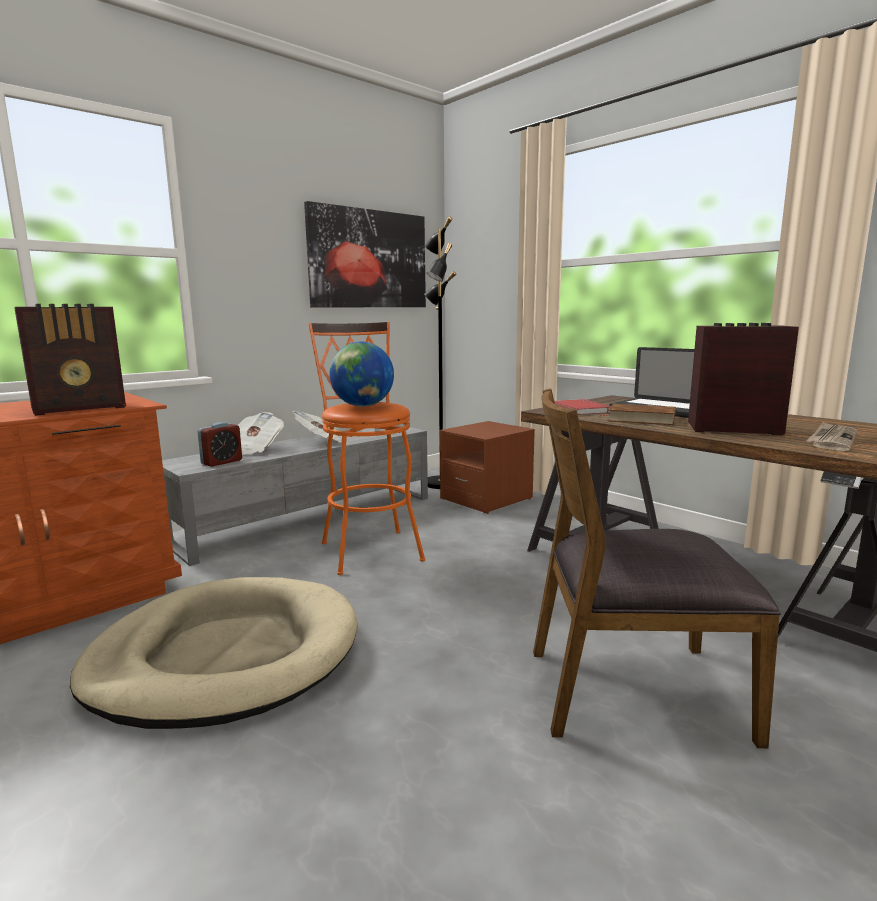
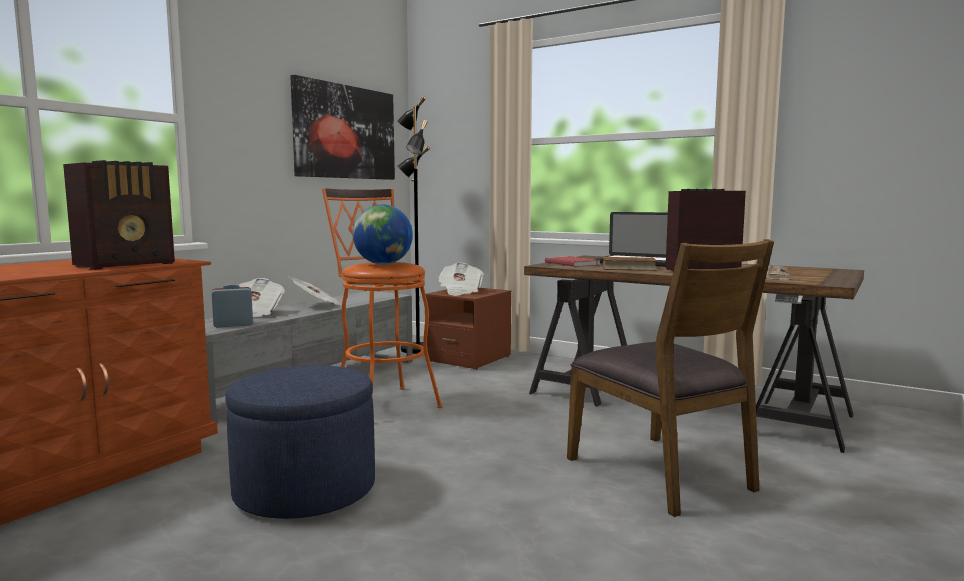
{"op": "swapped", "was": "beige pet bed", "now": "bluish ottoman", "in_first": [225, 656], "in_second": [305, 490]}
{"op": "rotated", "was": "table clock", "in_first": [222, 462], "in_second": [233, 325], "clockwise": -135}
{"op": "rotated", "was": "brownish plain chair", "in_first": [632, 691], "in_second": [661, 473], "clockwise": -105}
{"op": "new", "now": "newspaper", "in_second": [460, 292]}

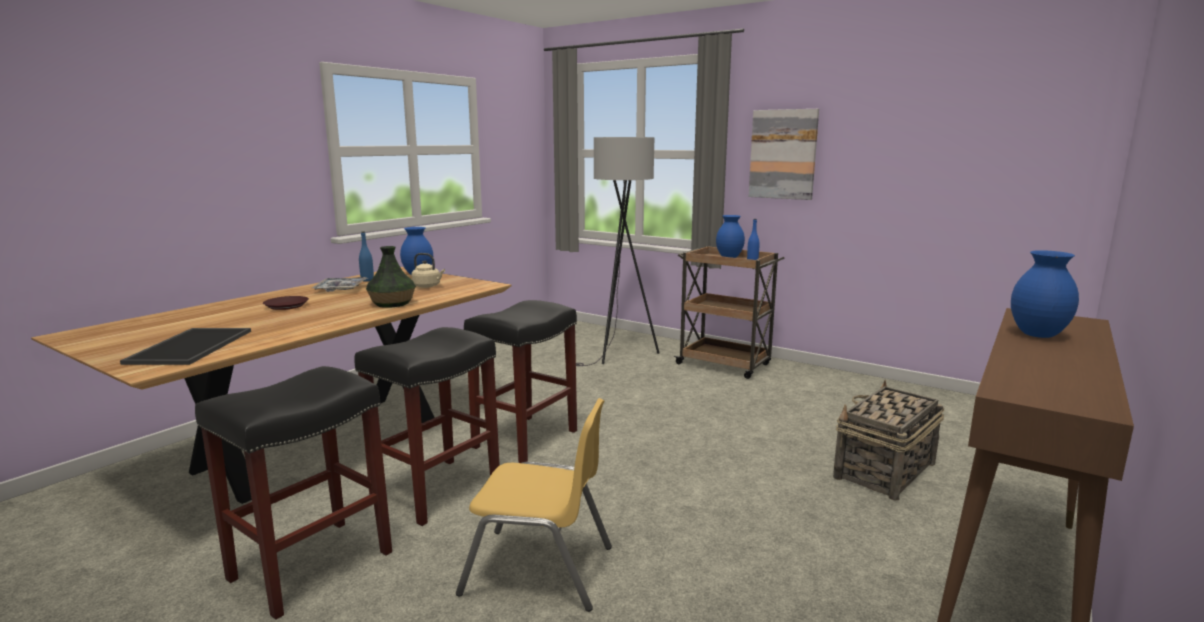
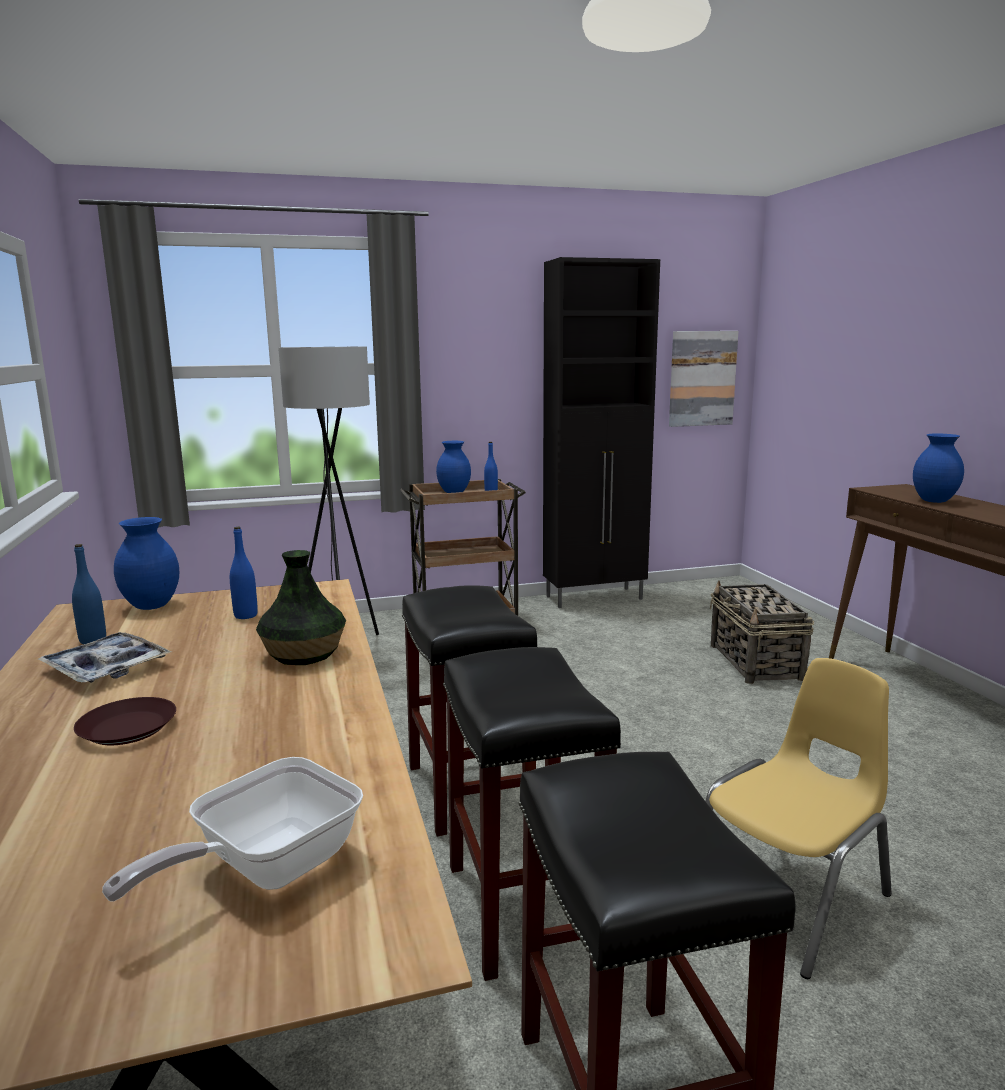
{"op": "swapped", "was": "serving tray", "now": "pan", "in_first": [190, 346], "in_second": [266, 869]}
{"op": "swapped", "was": "beige water kettle", "now": "bluish drink bottle", "in_first": [428, 286], "in_second": [245, 615]}
{"op": "shifted", "was": "picture", "in_first": [783, 154], "in_second": [702, 378]}
{"op": "new", "now": "blackish cupboard", "in_second": [595, 598]}

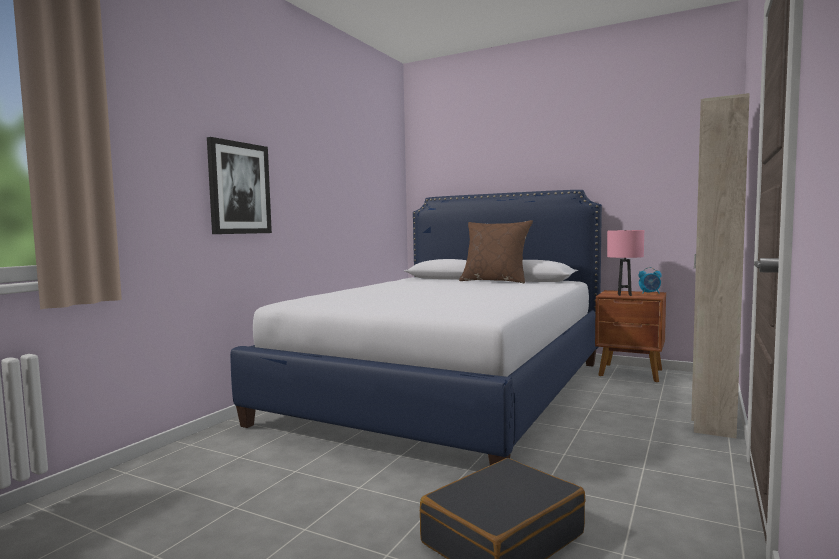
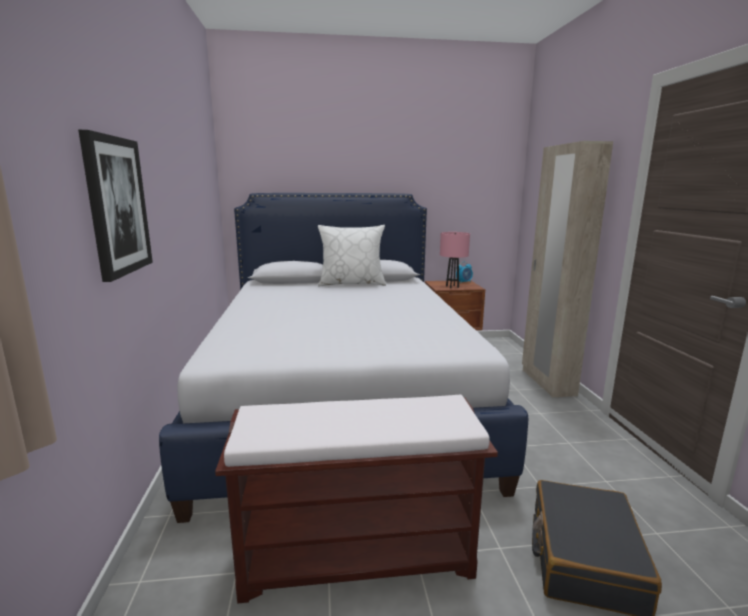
{"op": "repainted", "was": "brownish throw pillow", "now": "white-coloured throw pillow", "in_first": [495, 281], "in_second": [352, 283]}
{"op": "new", "now": "brownish bench", "in_second": [359, 554]}

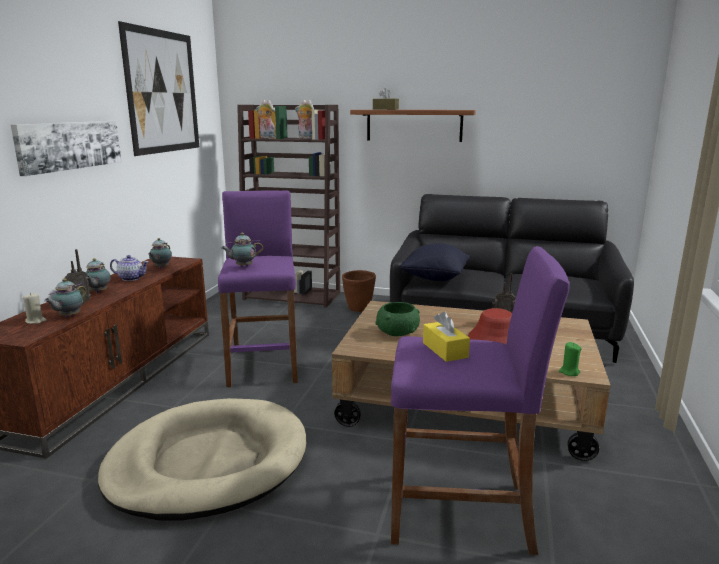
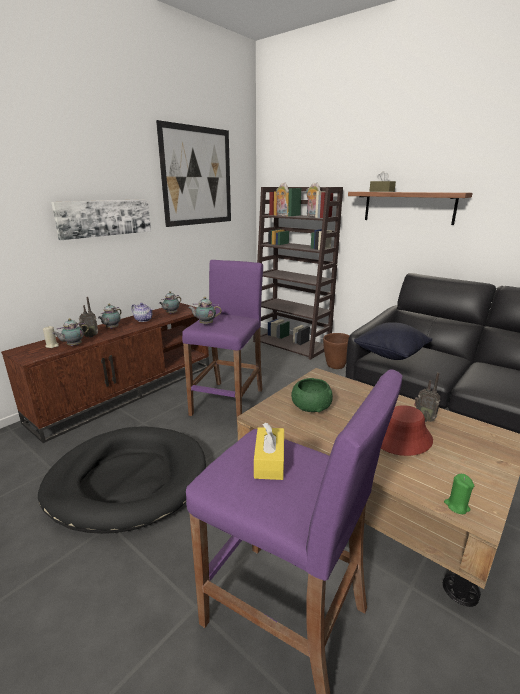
{"op": "repainted", "was": "beige pet bed", "now": "blackish pet bed", "in_first": [208, 463], "in_second": [128, 480]}

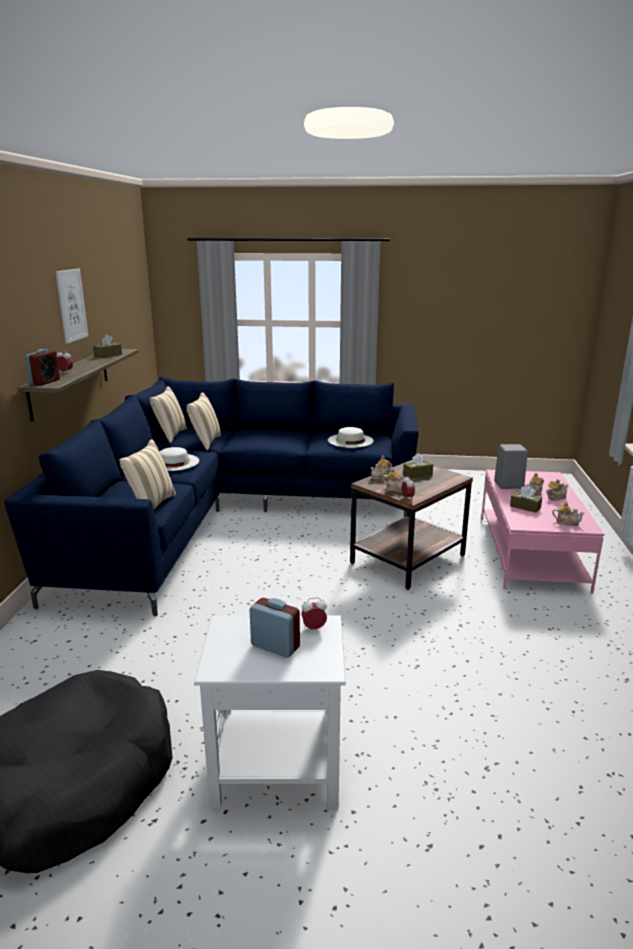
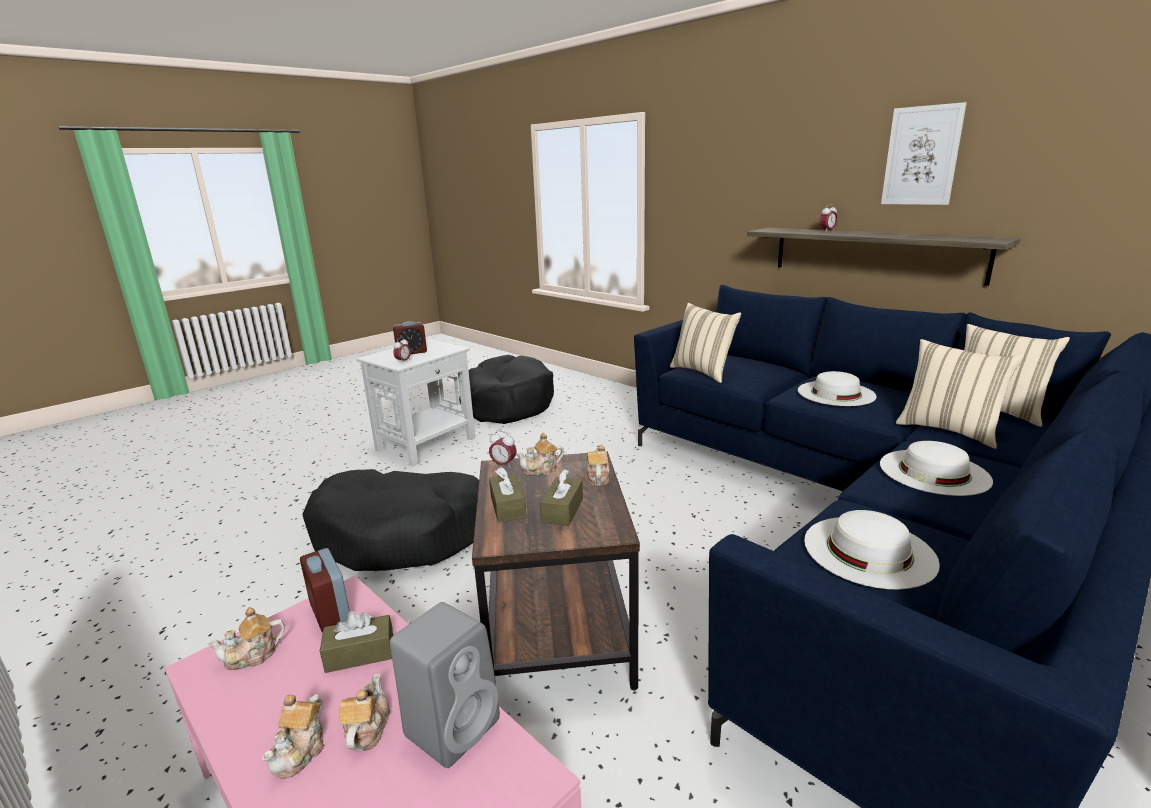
{"op": "shifted", "was": "table clock", "in_first": [45, 382], "in_second": [330, 613]}
{"op": "shifted", "was": "brownish box of tissues", "in_first": [108, 355], "in_second": [508, 507]}
{"op": "new", "now": "blackish pet bed", "in_second": [402, 534]}
{"op": "new", "now": "white-coloured hat", "in_second": [934, 472]}

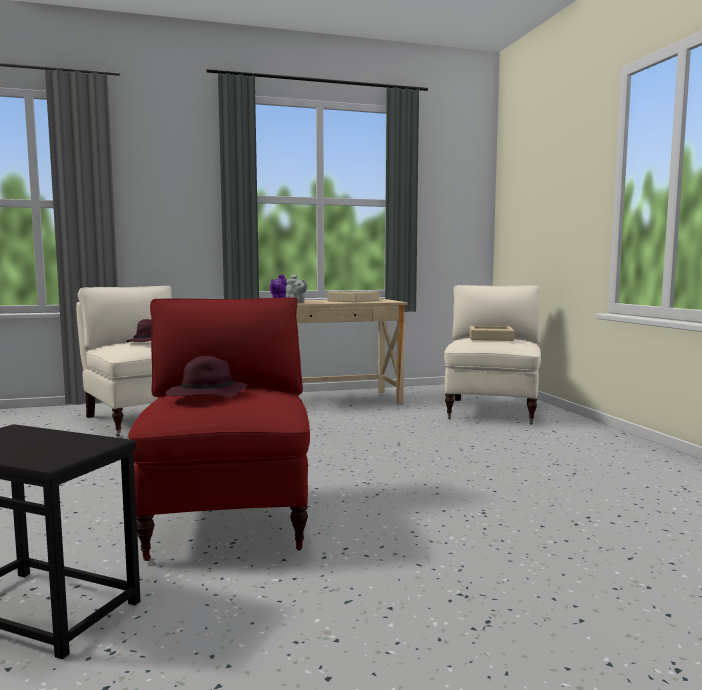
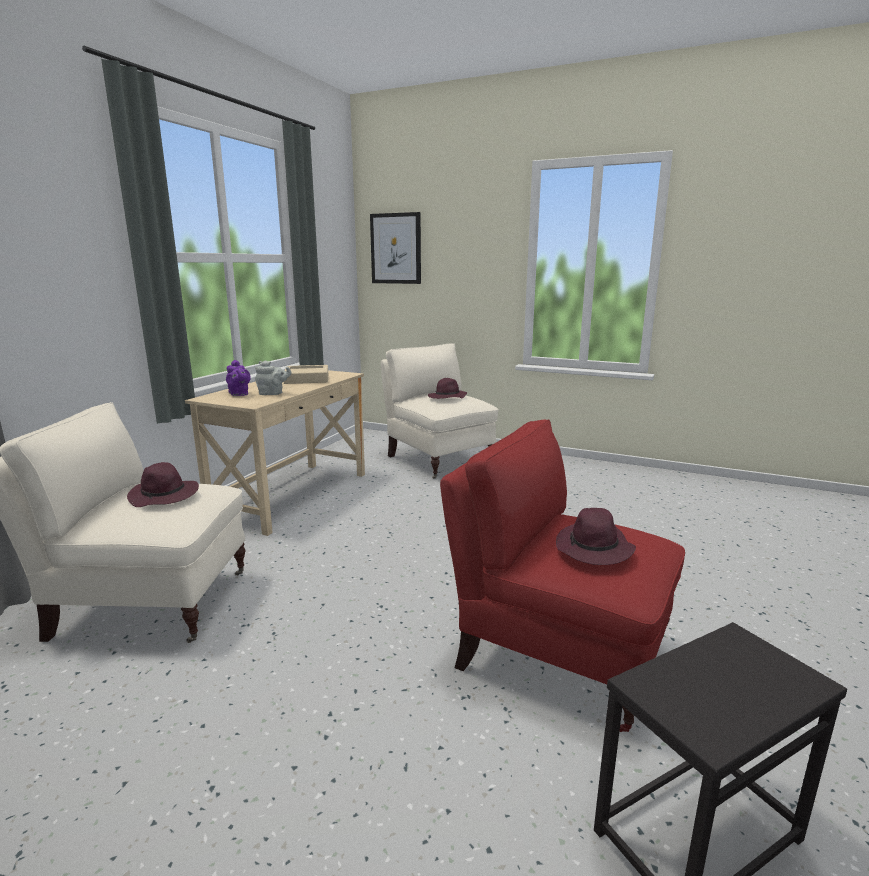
{"op": "swapped", "was": "beige serving tray", "now": "purple-coloured hat", "in_first": [490, 338], "in_second": [447, 397]}
{"op": "new", "now": "picture", "in_second": [396, 248]}

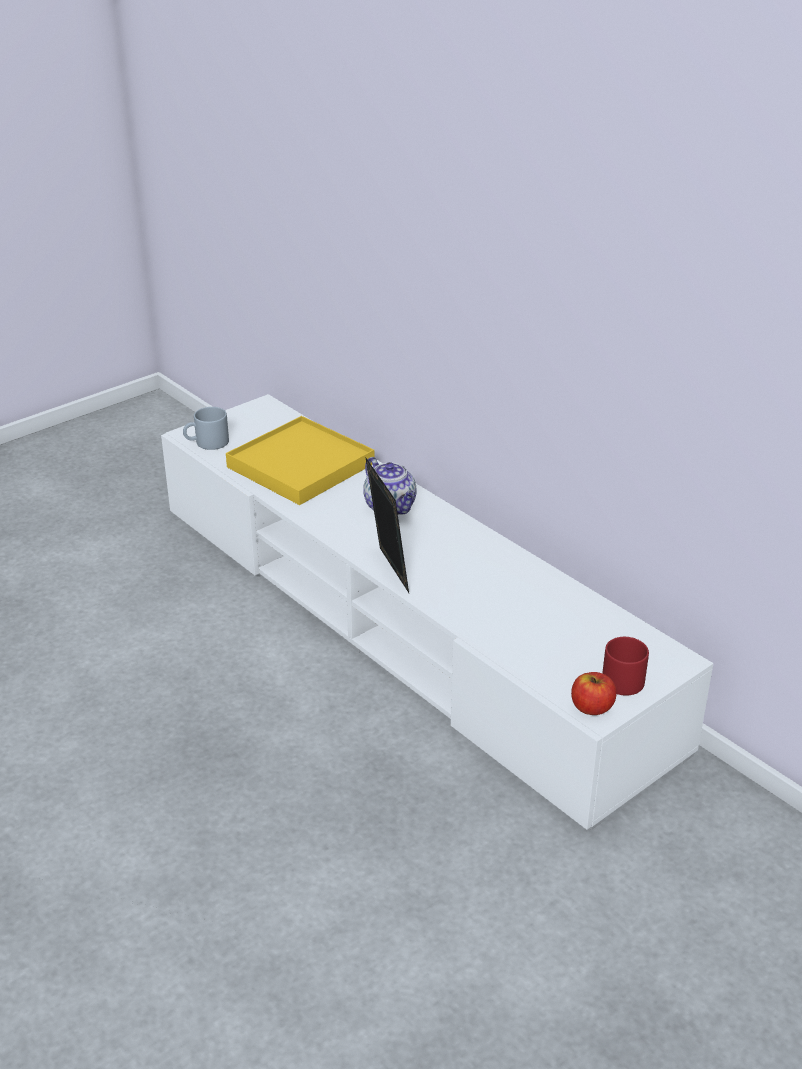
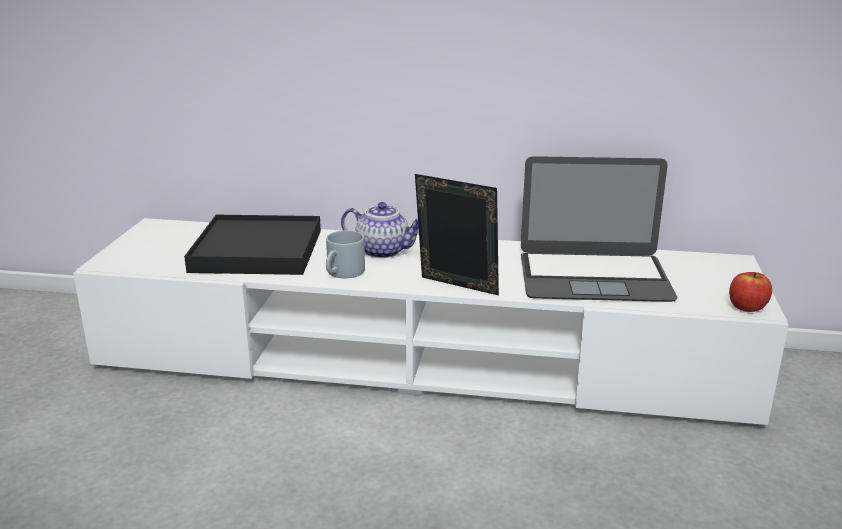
{"op": "shifted", "was": "grey mug", "in_first": [207, 443], "in_second": [343, 273]}
{"op": "repainted", "was": "yellowish serving tray", "now": "blackish serving tray", "in_first": [301, 465], "in_second": [258, 250]}
{"op": "gone", "was": "red mug", "in_first": [624, 676]}
{"op": "new", "now": "portable computer", "in_second": [594, 277]}

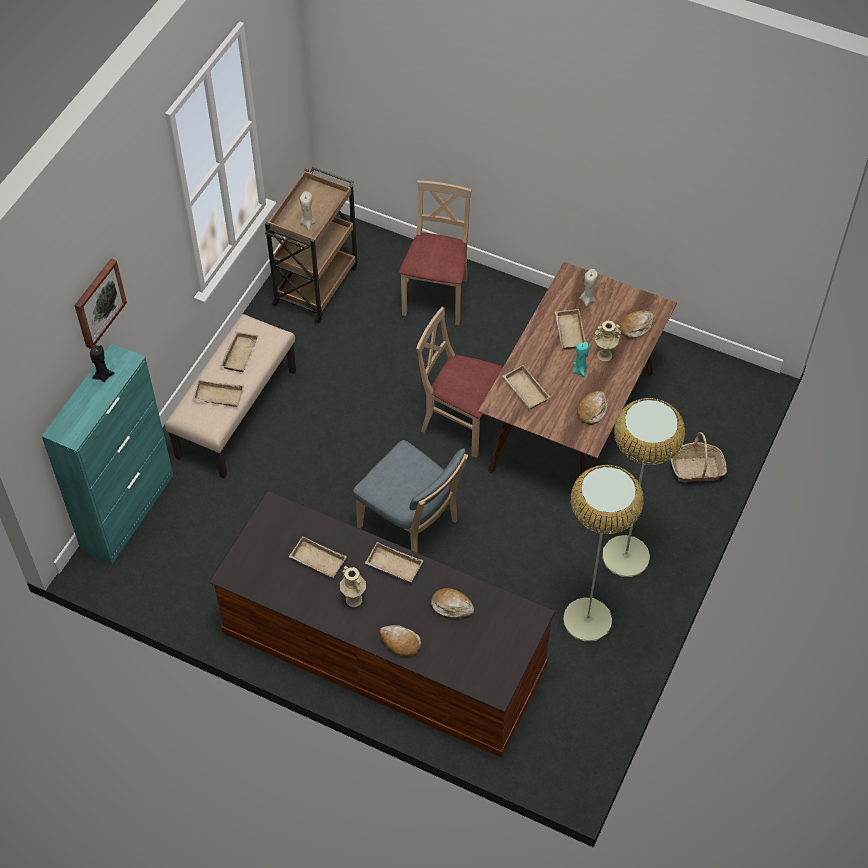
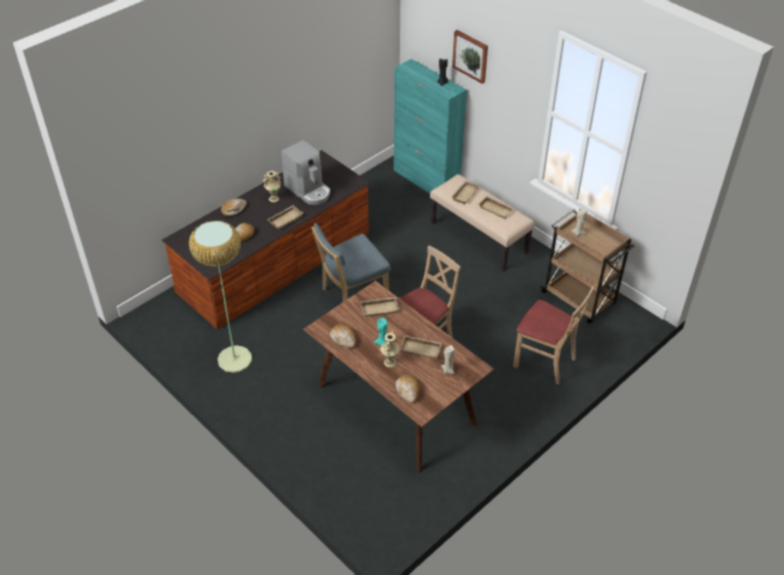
{"op": "swapped", "was": "beige serving tray", "now": "coffee machine", "in_first": [316, 561], "in_second": [308, 190]}
{"op": "gone", "was": "standard lamp", "in_first": [625, 556]}
{"op": "gone", "was": "household basket", "in_first": [697, 469]}

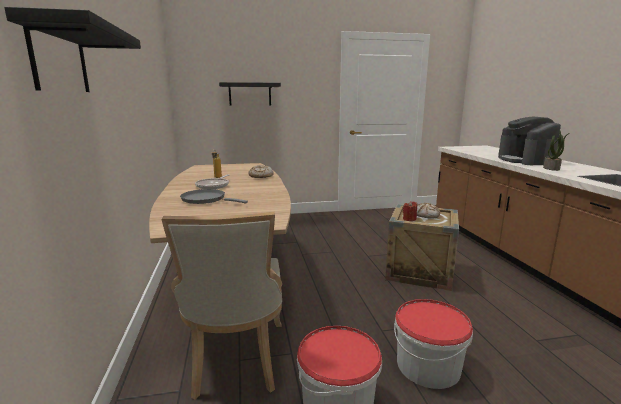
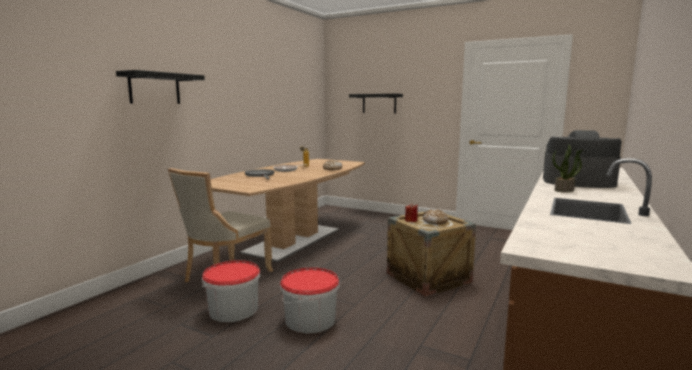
{"op": "rotated", "was": "coffee machine", "in_first": [525, 160], "in_second": [577, 182], "clockwise": 75}

